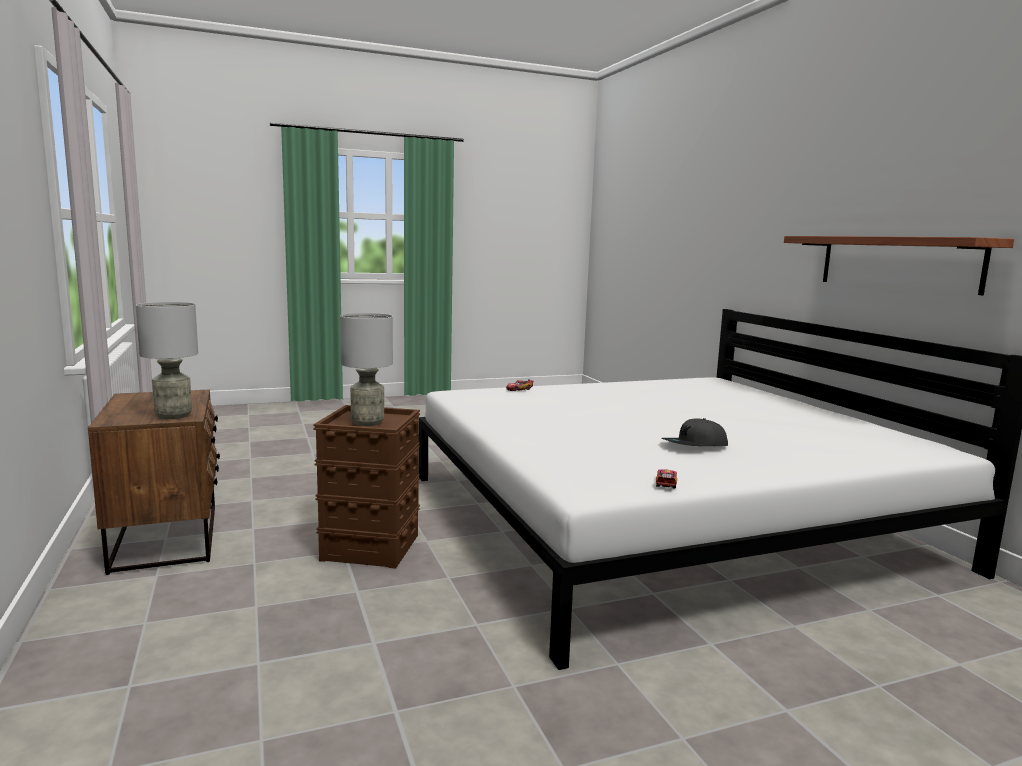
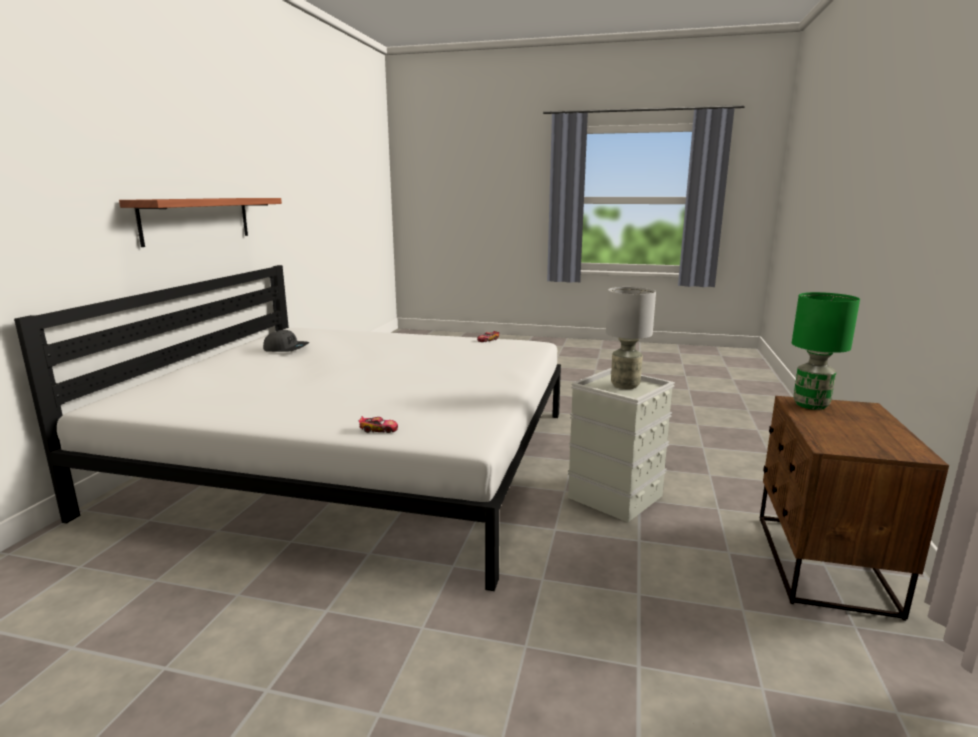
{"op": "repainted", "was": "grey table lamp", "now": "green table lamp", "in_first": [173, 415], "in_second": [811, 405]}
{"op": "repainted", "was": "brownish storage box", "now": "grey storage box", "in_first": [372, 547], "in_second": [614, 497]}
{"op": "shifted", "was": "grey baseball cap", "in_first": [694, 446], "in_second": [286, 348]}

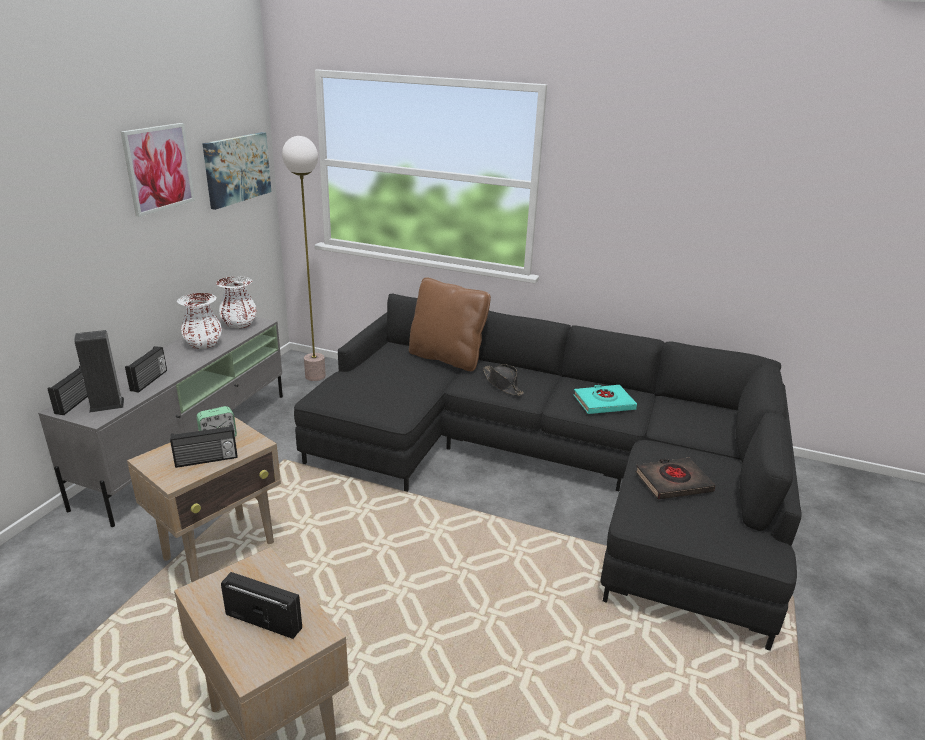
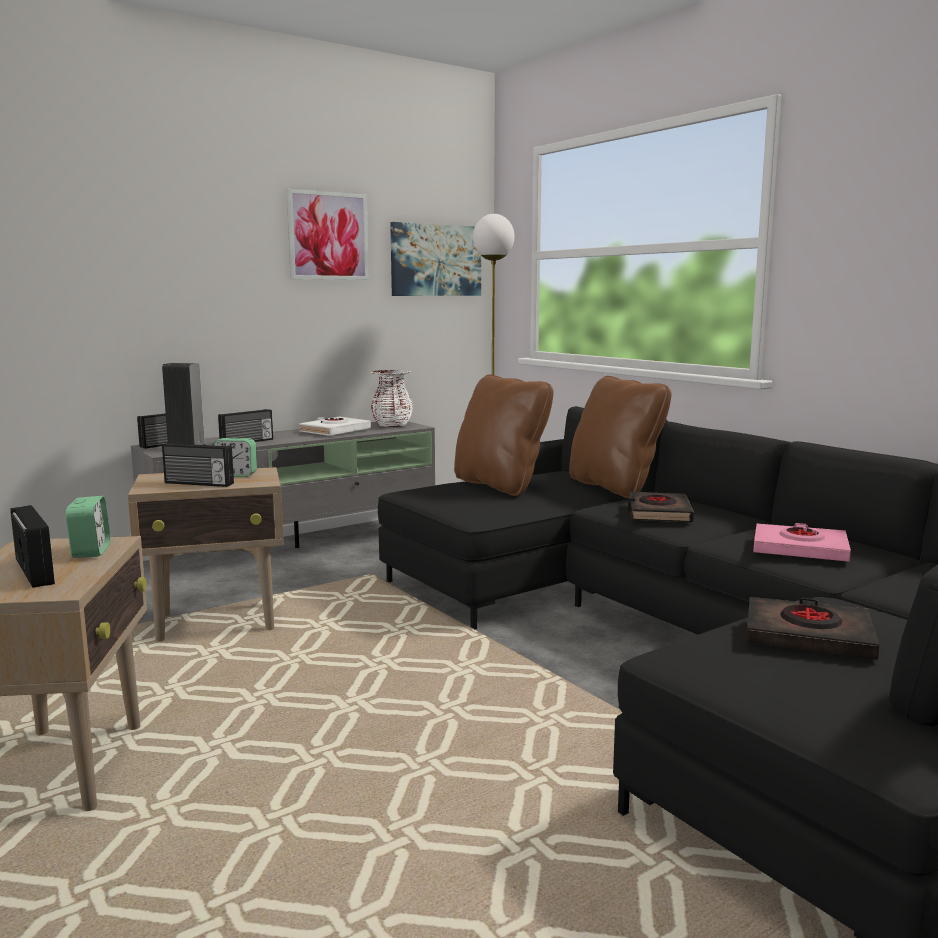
{"op": "swapped", "was": "white-coloured decorative vase", "now": "white-coloured bound book", "in_first": [203, 344], "in_second": [335, 431]}
{"op": "swapped", "was": "blackish hat", "now": "blackish bound book", "in_first": [502, 384], "in_second": [658, 513]}
{"op": "repainted", "was": "blue-green bound book", "now": "pink bound book", "in_first": [603, 403], "in_second": [799, 549]}
{"op": "new", "now": "table clock", "in_second": [91, 551]}
{"op": "new", "now": "brownish throw pillow", "in_second": [500, 485]}

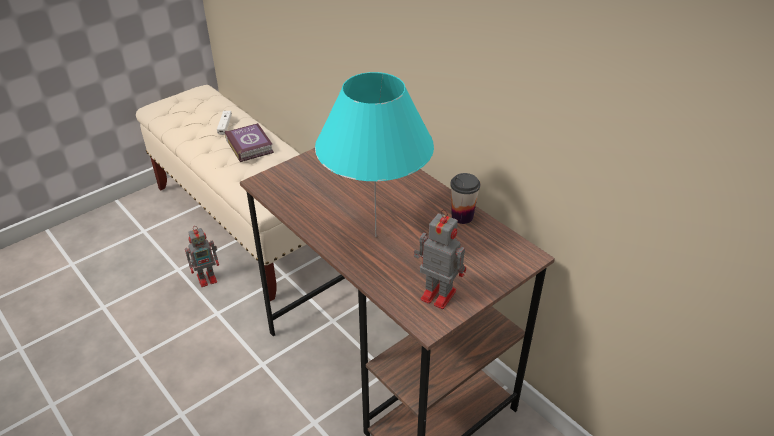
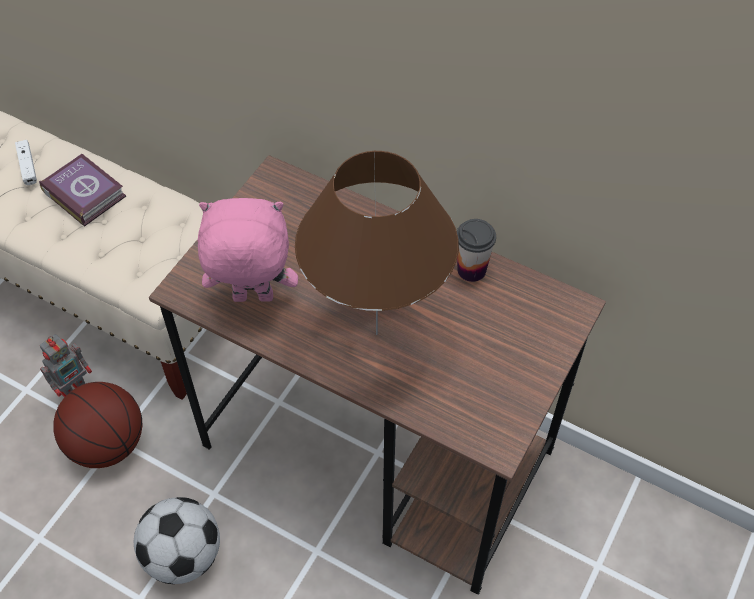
{"op": "repainted", "was": "blue-green table lamp", "now": "brownish table lamp", "in_first": [376, 236], "in_second": [377, 333]}
{"op": "gone", "was": "toy robot", "in_first": [436, 294]}
{"op": "new", "now": "basketball ball", "in_second": [107, 444]}
{"op": "new", "now": "football ball", "in_second": [184, 555]}
{"op": "new", "now": "pink cuddly toy", "in_second": [252, 299]}

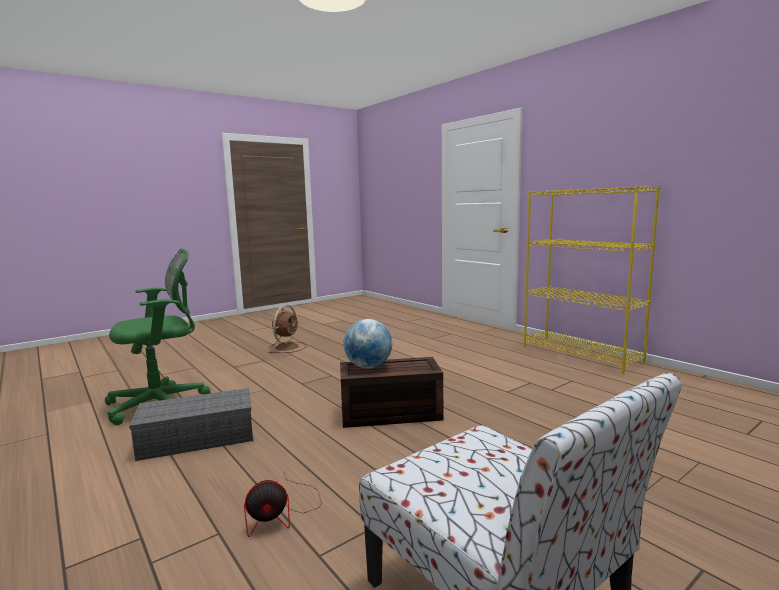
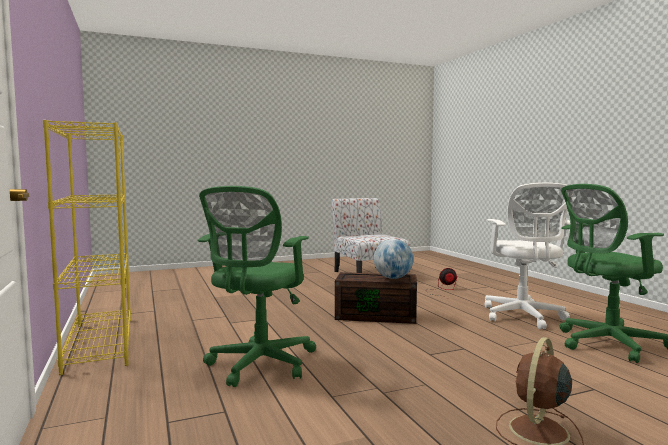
{"op": "swapped", "was": "grey storage box", "now": "white-coloured computer chair", "in_first": [199, 437], "in_second": [523, 317]}
{"op": "new", "now": "green computer chair", "in_second": [259, 365]}

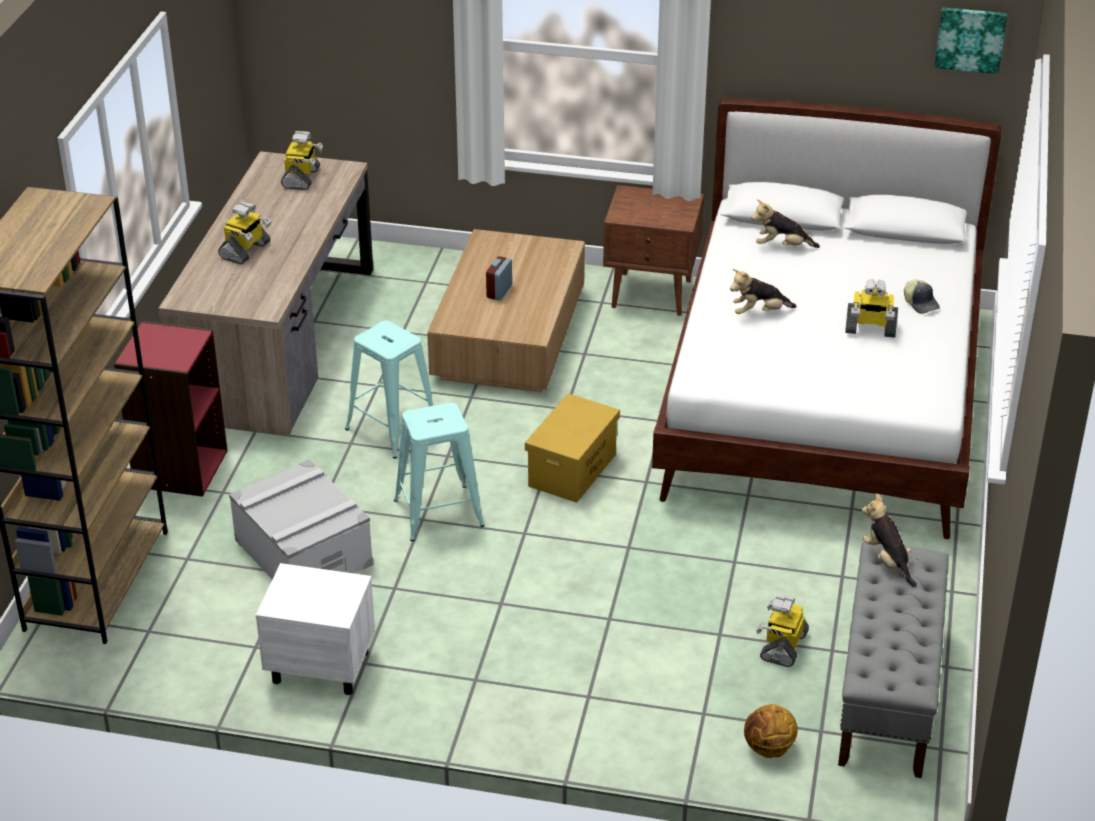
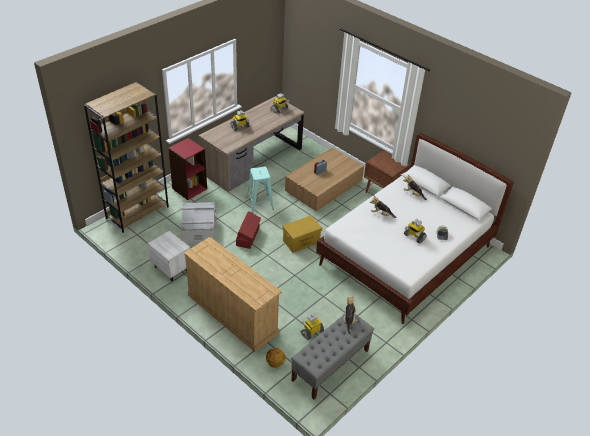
{"op": "swapped", "was": "blue-green sitting stool", "now": "red storage box", "in_first": [438, 513], "in_second": [248, 236]}
{"op": "gone", "was": "picture", "in_first": [970, 39]}
{"op": "new", "now": "beige chest of drawers", "in_second": [232, 313]}

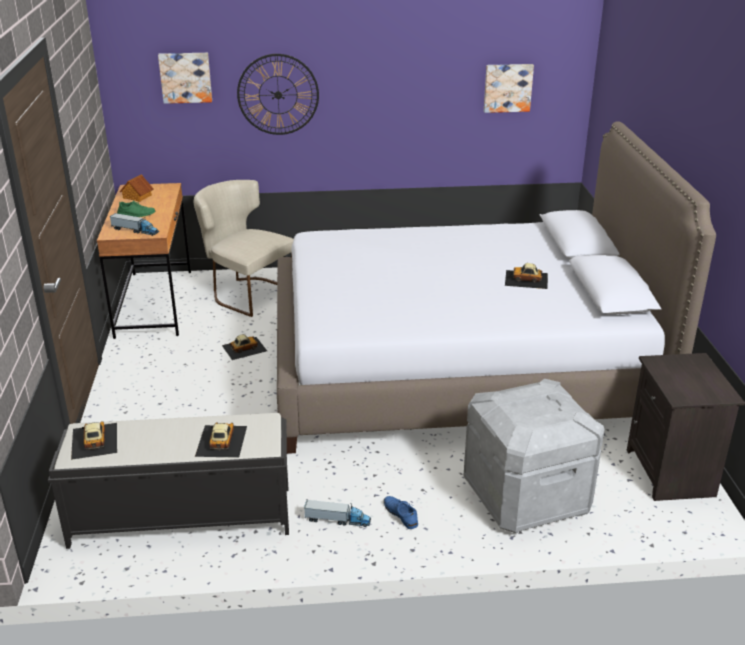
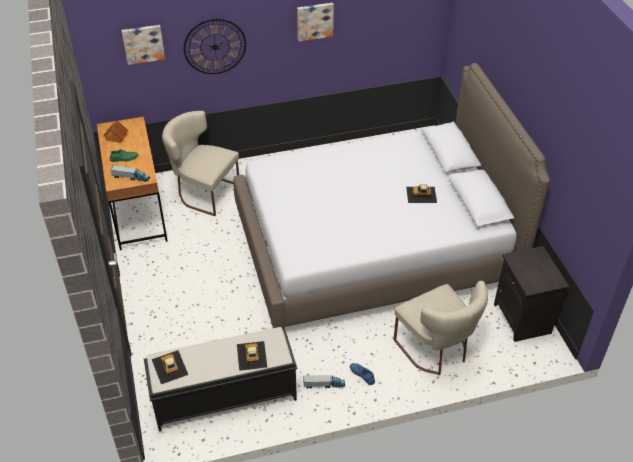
{"op": "gone", "was": "model car", "in_first": [244, 348]}
{"op": "swapped", "was": "grey storage box", "now": "beige plain chair", "in_first": [525, 497], "in_second": [436, 350]}
{"op": "shifted", "was": "picture", "in_first": [507, 87], "in_second": [314, 21]}

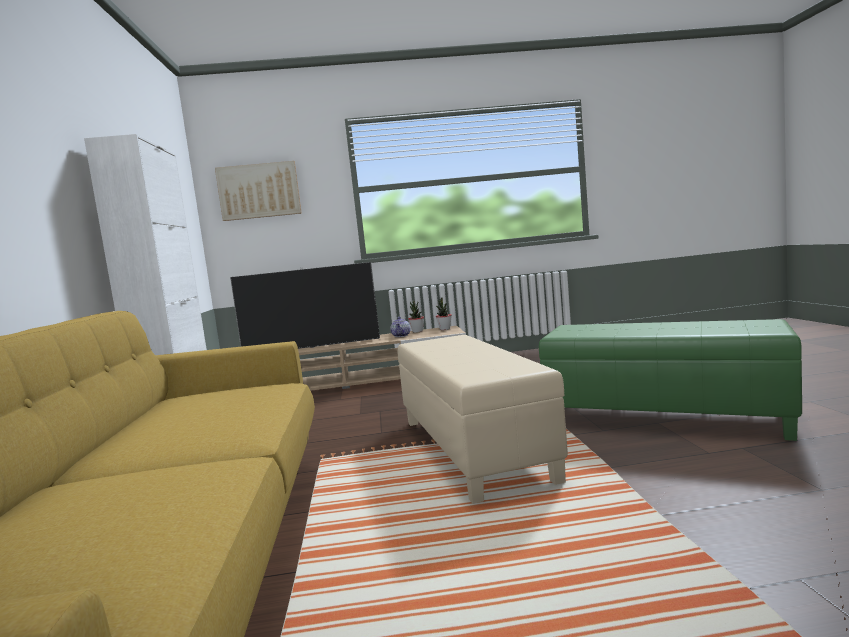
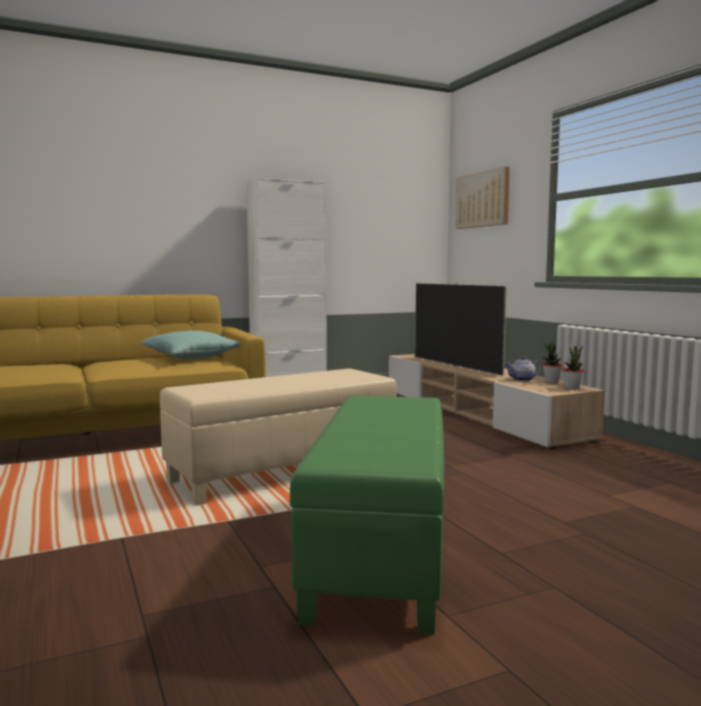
{"op": "new", "now": "blue-green throw pillow", "in_second": [191, 358]}

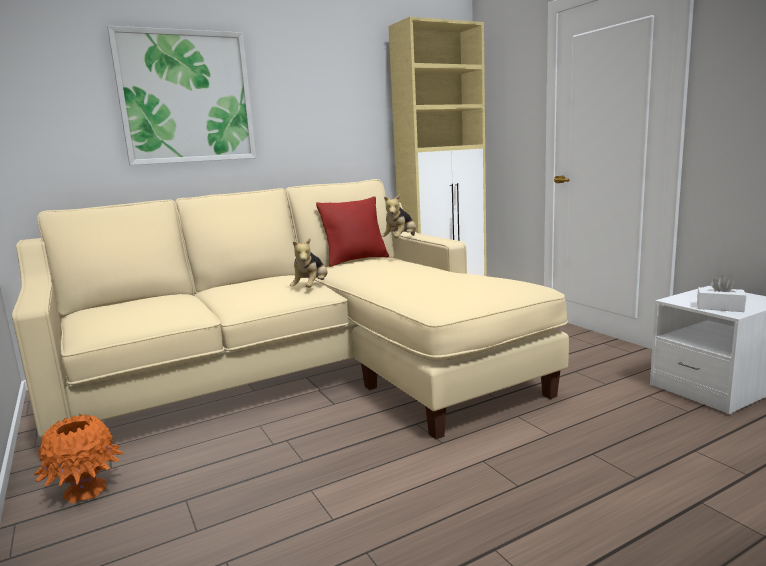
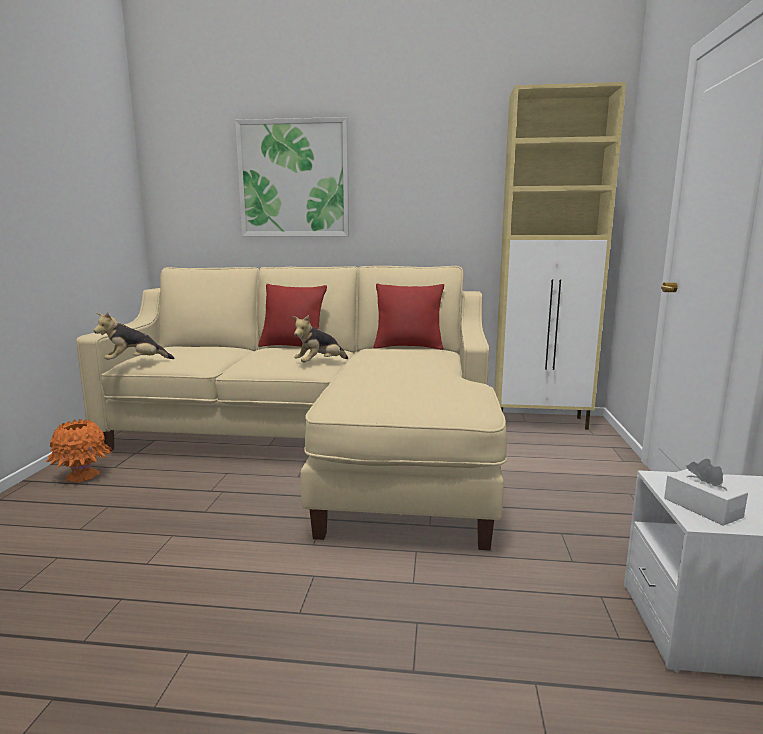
{"op": "shifted", "was": "cuddly toy", "in_first": [400, 240], "in_second": [135, 363]}
{"op": "new", "now": "red throw pillow", "in_second": [292, 347]}

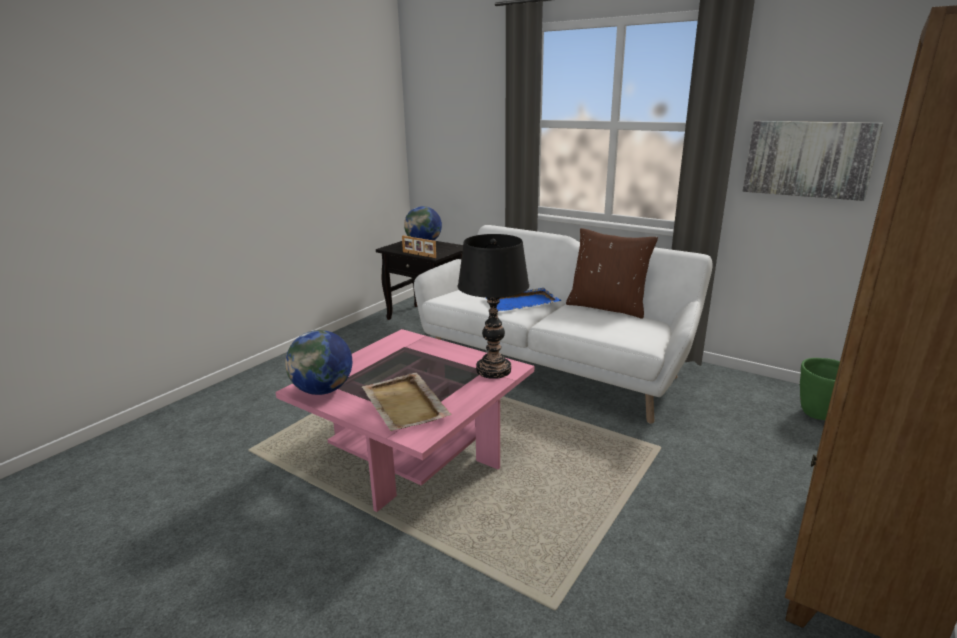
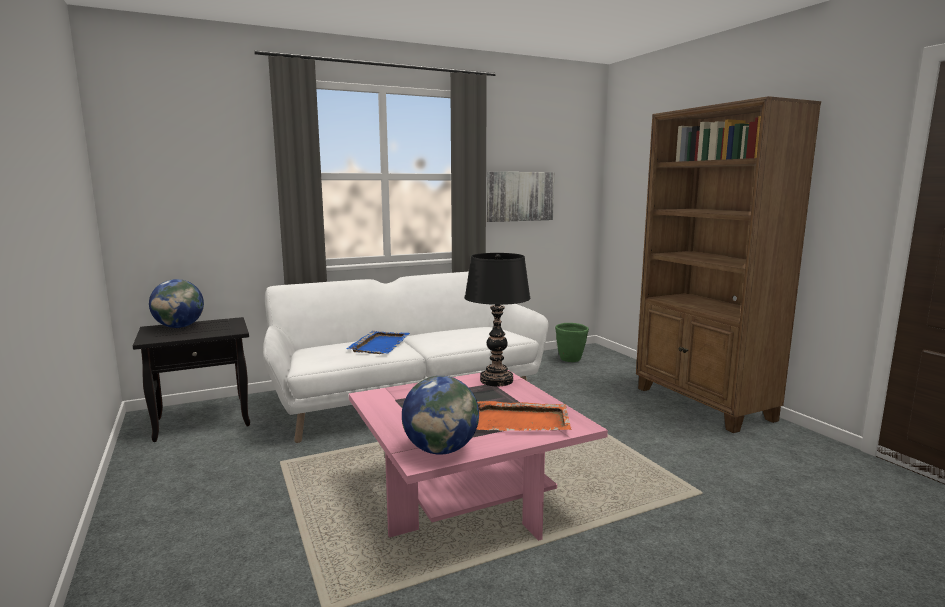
{"op": "repainted", "was": "beige serving tray", "now": "orange-coloured serving tray", "in_first": [404, 405], "in_second": [518, 420]}
{"op": "gone", "was": "standing frame", "in_first": [418, 255]}
{"op": "gone", "was": "brownish throw pillow", "in_first": [607, 307]}

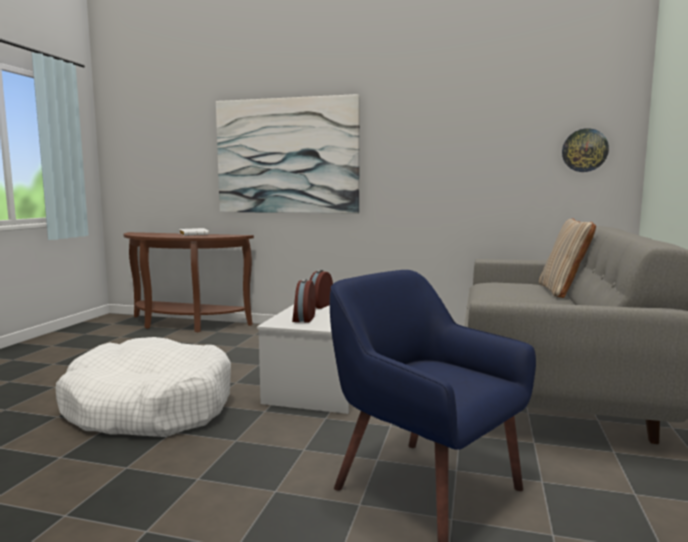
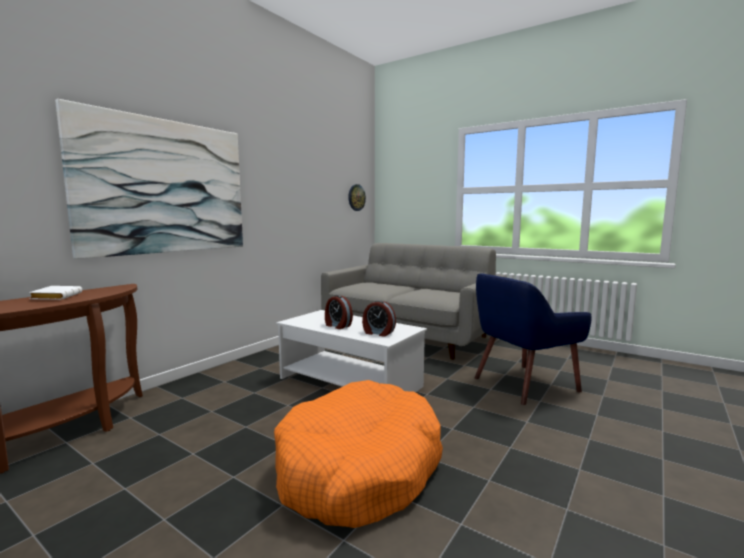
{"op": "repainted", "was": "white-coloured pet bed", "now": "orange-coloured pet bed", "in_first": [149, 407], "in_second": [358, 468]}
{"op": "gone", "was": "beige throw pillow", "in_first": [562, 291]}

